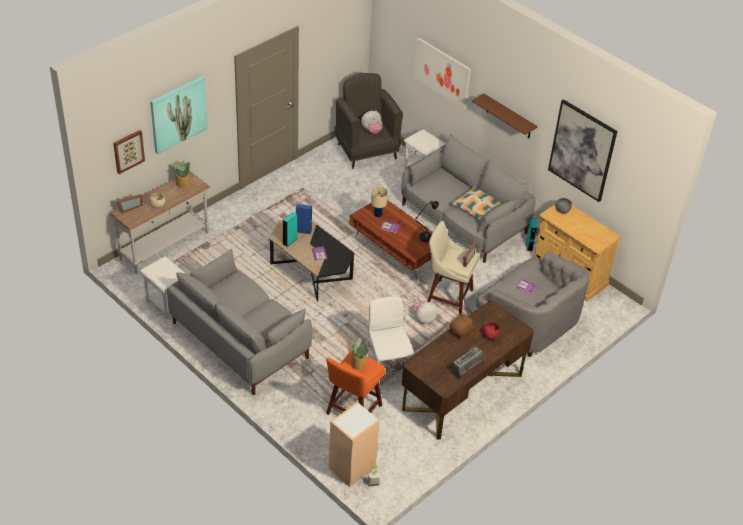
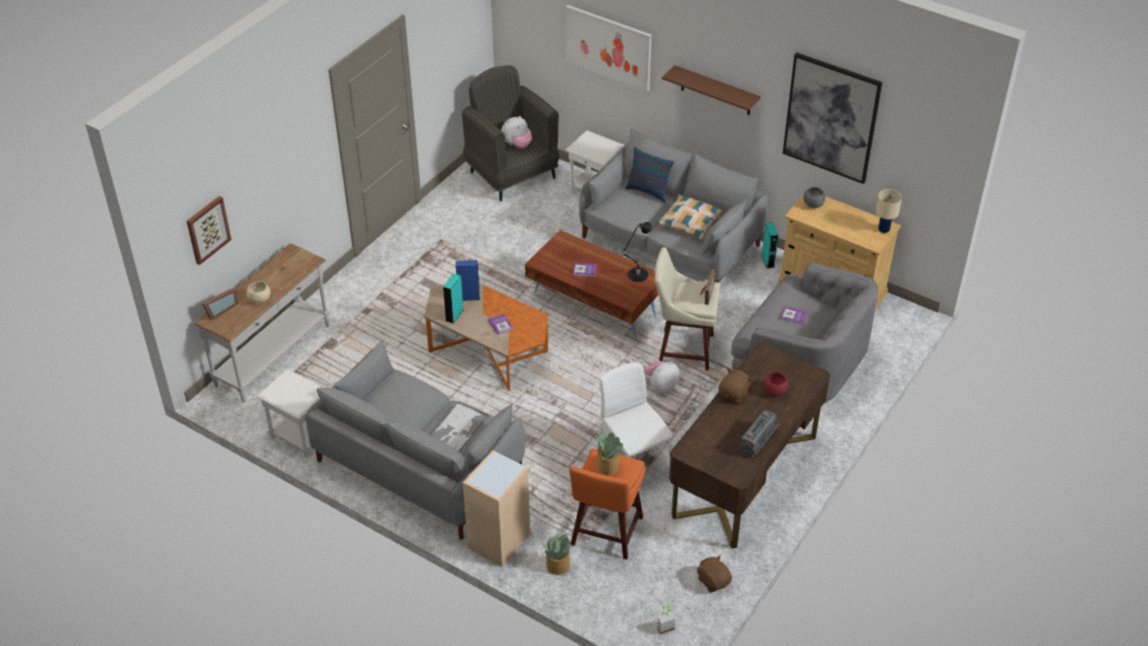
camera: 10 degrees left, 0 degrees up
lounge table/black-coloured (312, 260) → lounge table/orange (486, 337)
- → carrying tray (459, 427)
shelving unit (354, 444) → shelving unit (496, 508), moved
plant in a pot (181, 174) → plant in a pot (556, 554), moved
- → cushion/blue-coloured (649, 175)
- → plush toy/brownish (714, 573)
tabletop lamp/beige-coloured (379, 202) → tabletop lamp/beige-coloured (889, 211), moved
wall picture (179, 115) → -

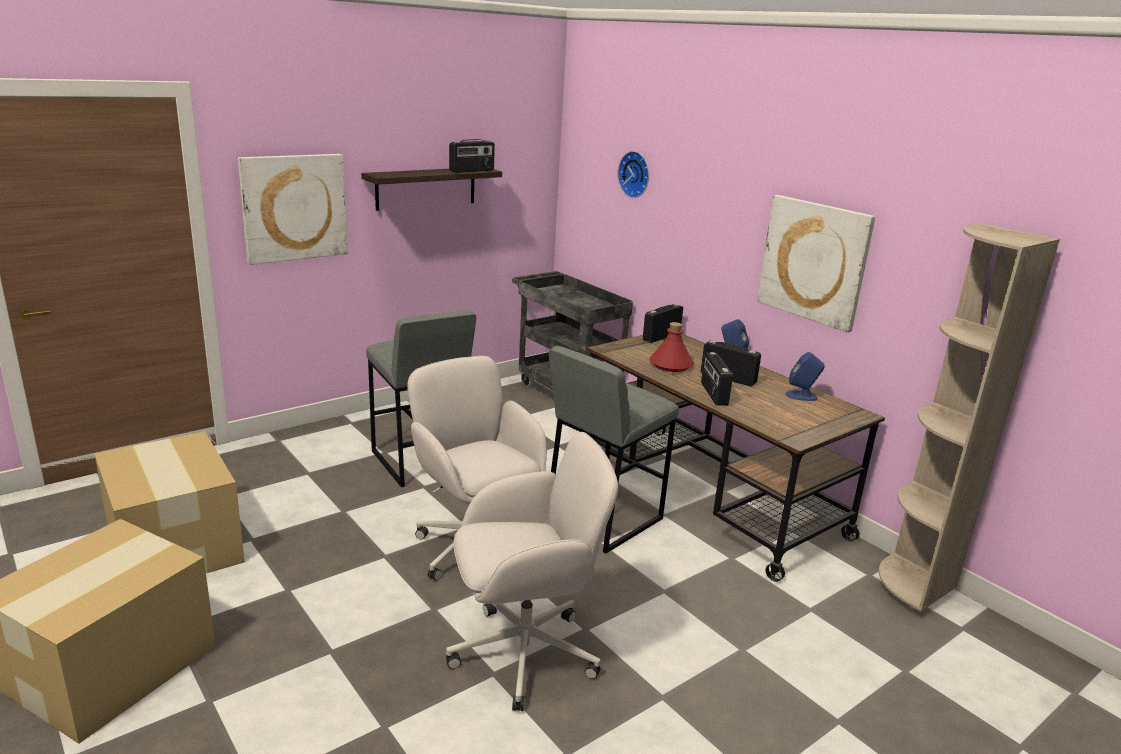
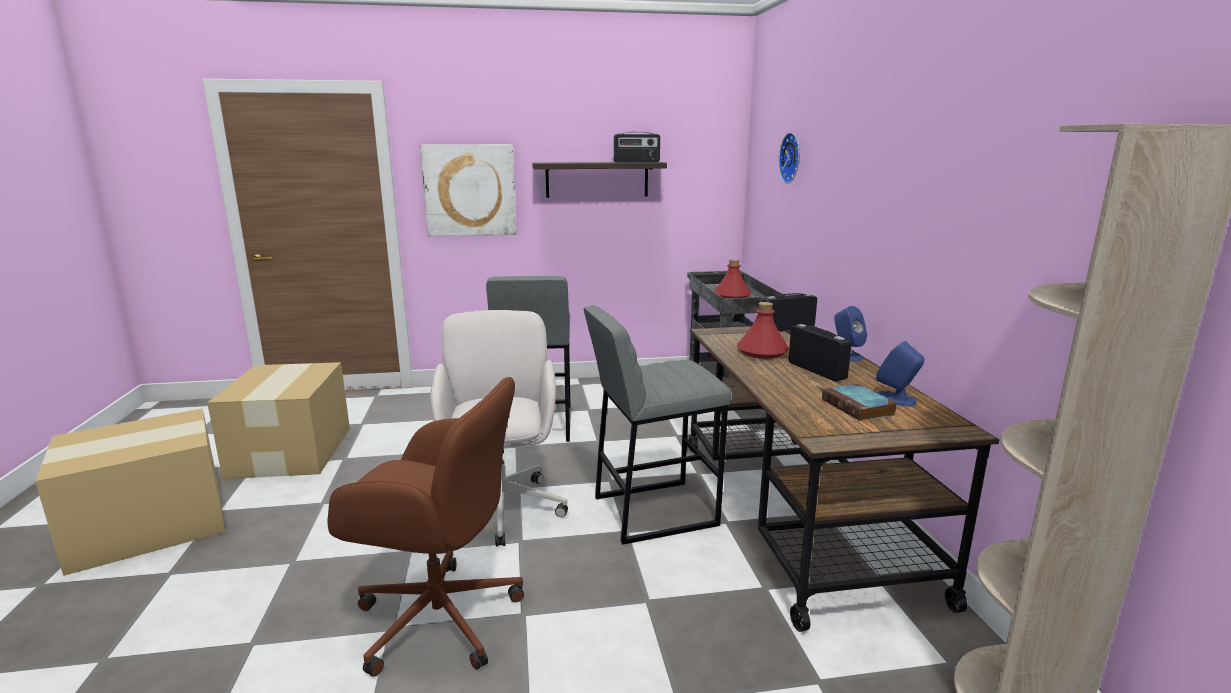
camera: 30 degrees right, 5 degrees down
computer chair/whitish (532, 571) → computer chair/brownish (426, 527)
- → bottle/red-coloured (733, 278)
- → volume (859, 402)
radio set (717, 379) → -
wall picture (816, 264) → -

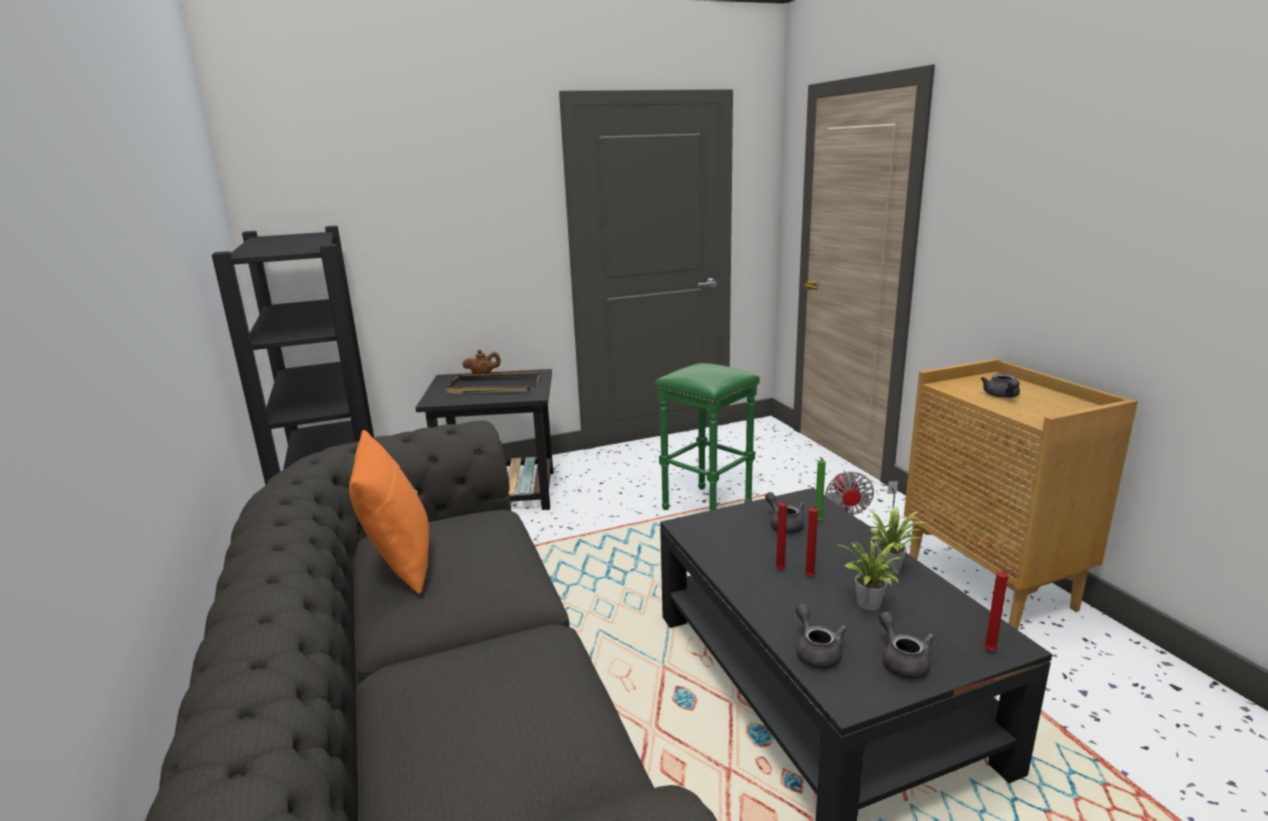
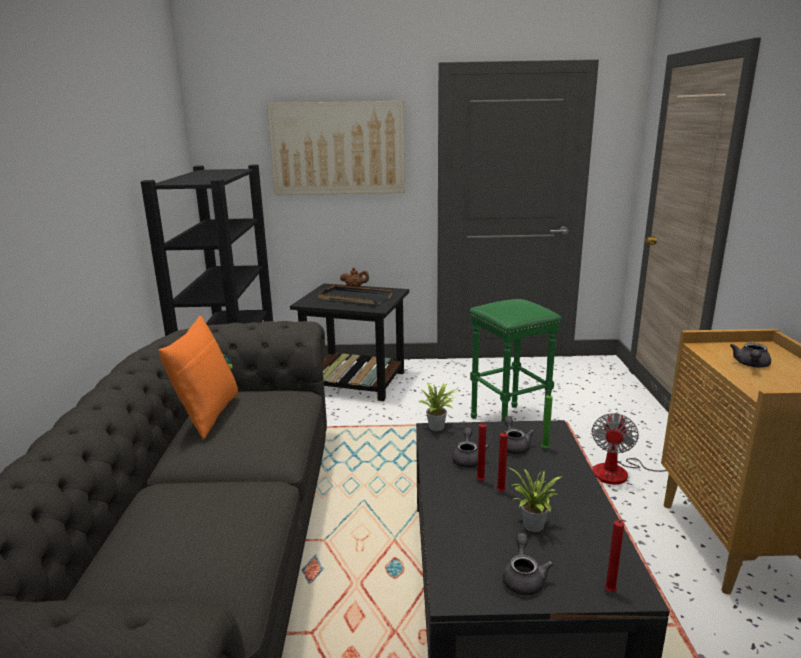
camera: 20 degrees right, 0 degrees up
- → wall picture (336, 148)
plant in a pot (898, 540) → plant in a pot (438, 406), moved
tea pot/greyish (821, 636) → tea pot/greyish (470, 447), moved

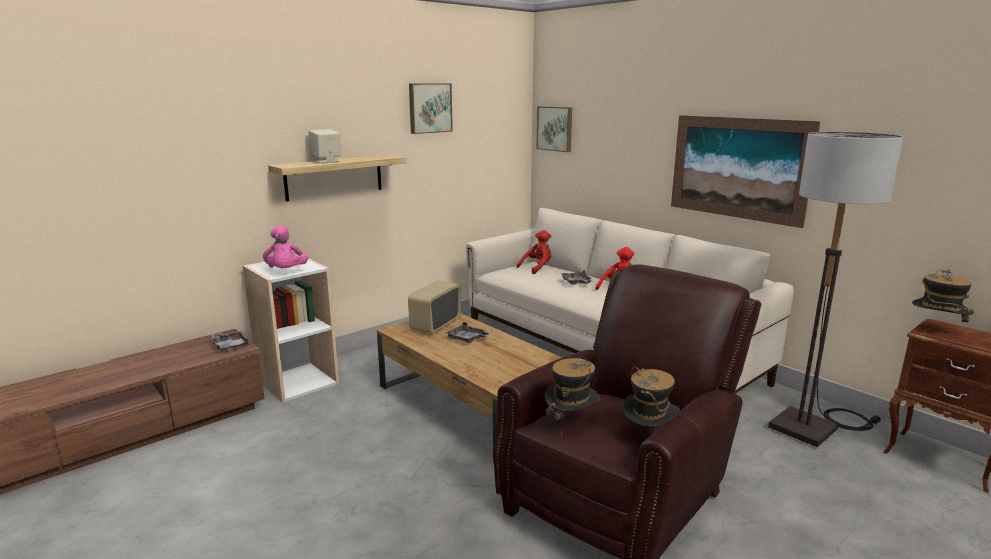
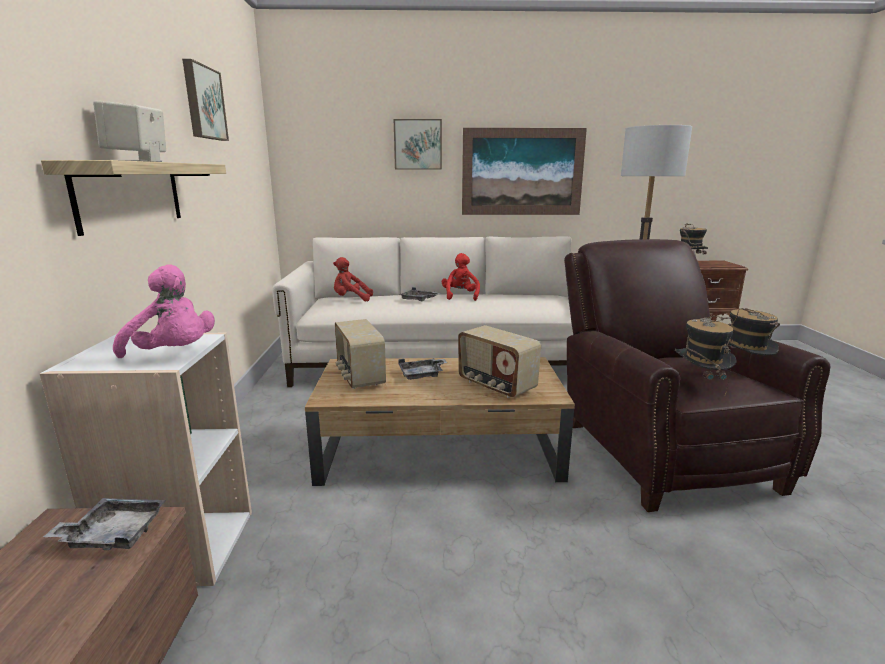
camera: 50 degrees left, 0 degrees up
plush toy/red-coloured (534, 252) → plush toy/red-coloured (353, 279), 90 degrees counterclockwise
wall picture (554, 129) → wall picture (418, 144), moved
- → radio set (499, 361)

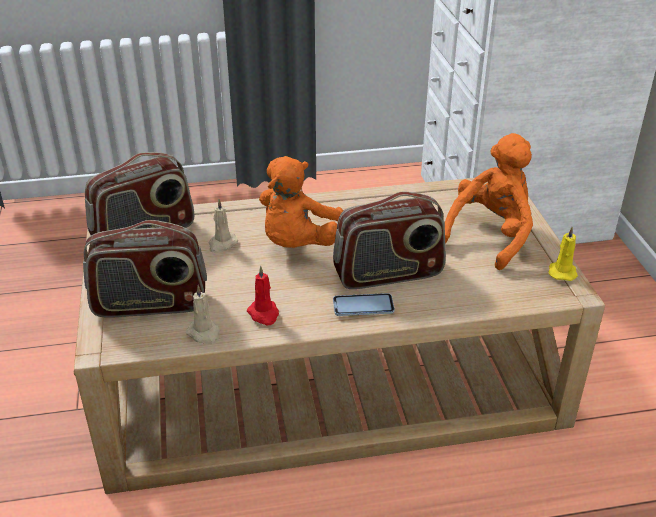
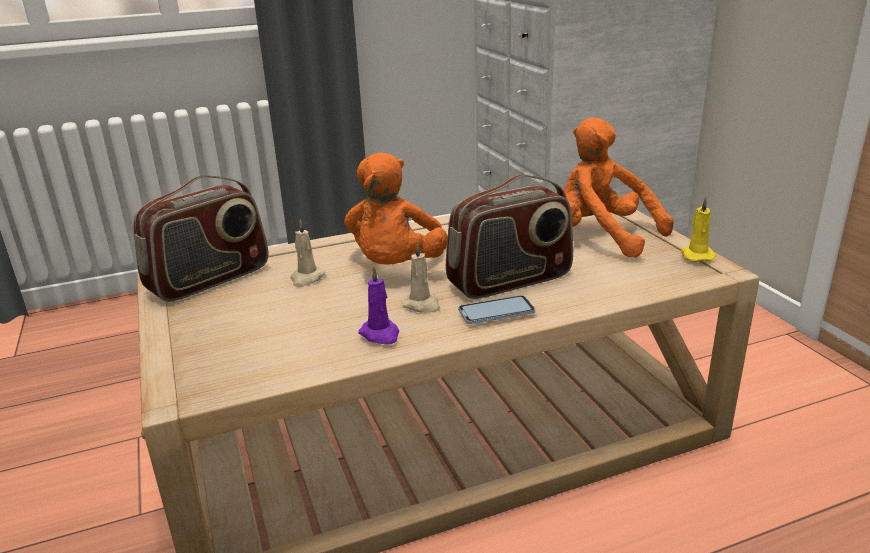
camera: 10 degrees left, 10 degrees down
wax candle/red-coloured (263, 296) → wax candle/purple (378, 306)
wax candle/beige-coloured (203, 314) → wax candle/beige-coloured (420, 277), moved
plush toy/orange (489, 201) → plush toy/orange (619, 187), 75 degrees counterclockwise
radio set (145, 269) → -

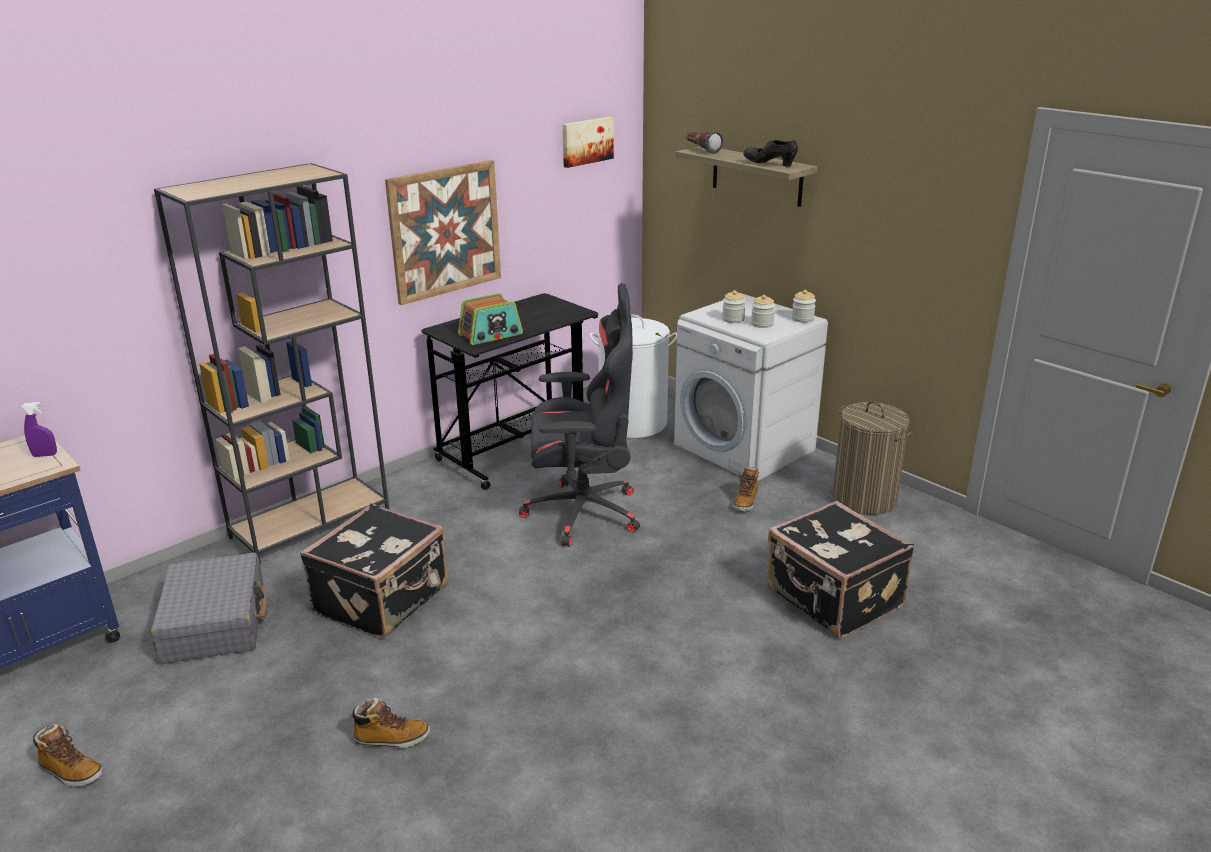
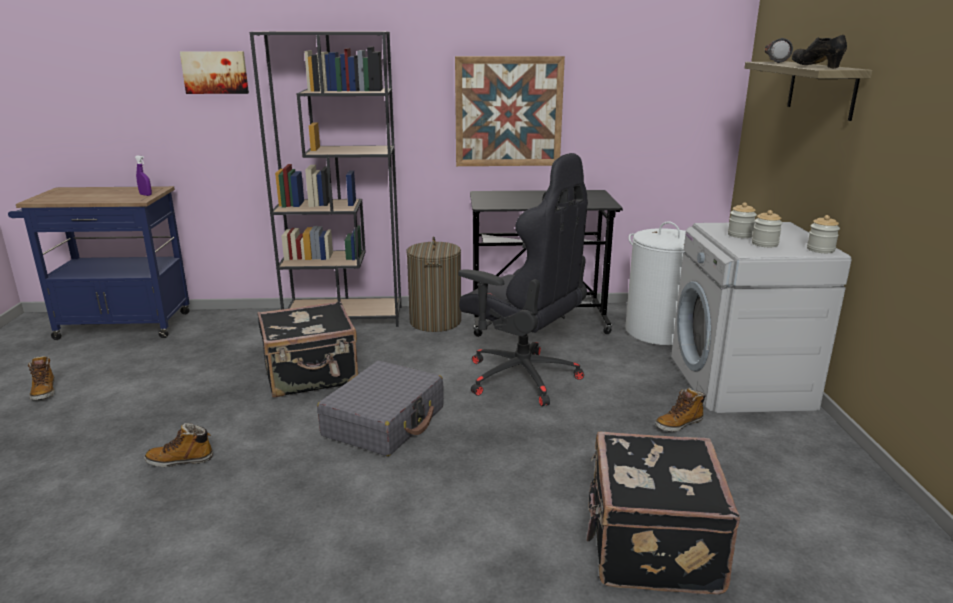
camera: 40 degrees right, 5 degrees down
boot (390, 723) → boot (178, 445), 135 degrees clockwise
wall picture (588, 142) → wall picture (214, 72), moved
suitcase/greyish (209, 608) → suitcase/greyish (380, 408), moved
hamper (873, 458) → hamper (433, 284), moved
radio set (490, 319) → -

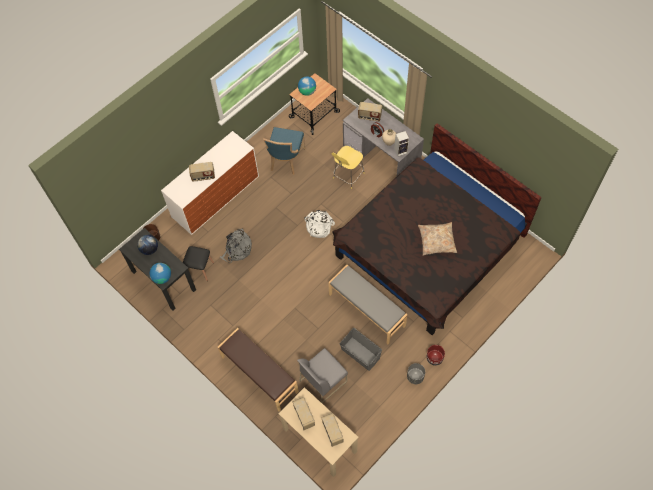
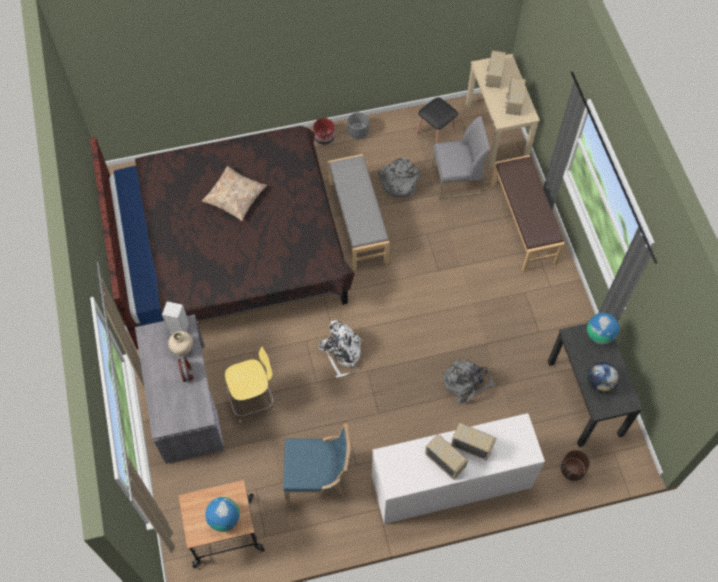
camera: 150 degrees left, 0 degrees up
chair/blue-coloured (284, 151) → chair/blue-coloured (316, 463), 45 degrees clockwise
storage container/greyish (361, 349) → rucksack/greyish (399, 178)
stool seat/black-coloured (198, 263) → stool seat/black-coloured (437, 120), moved
radio set (370, 111) → radio set (446, 456), moved

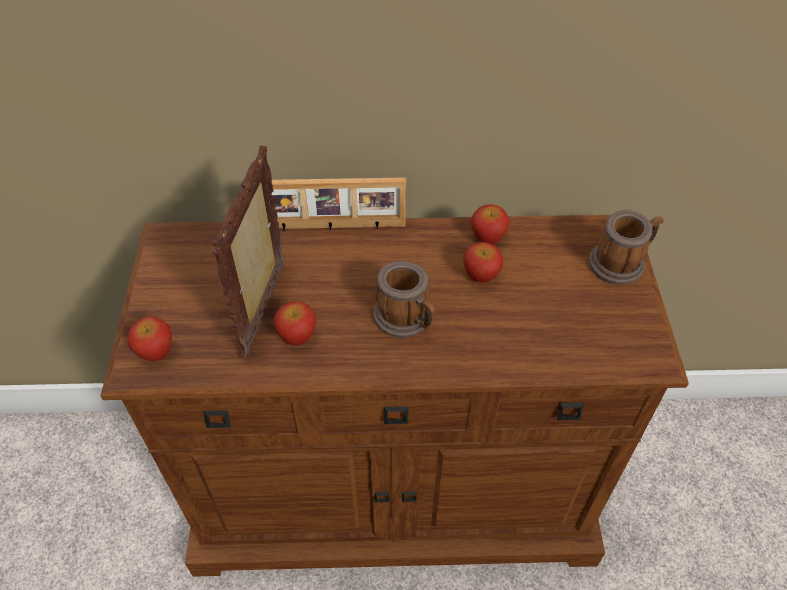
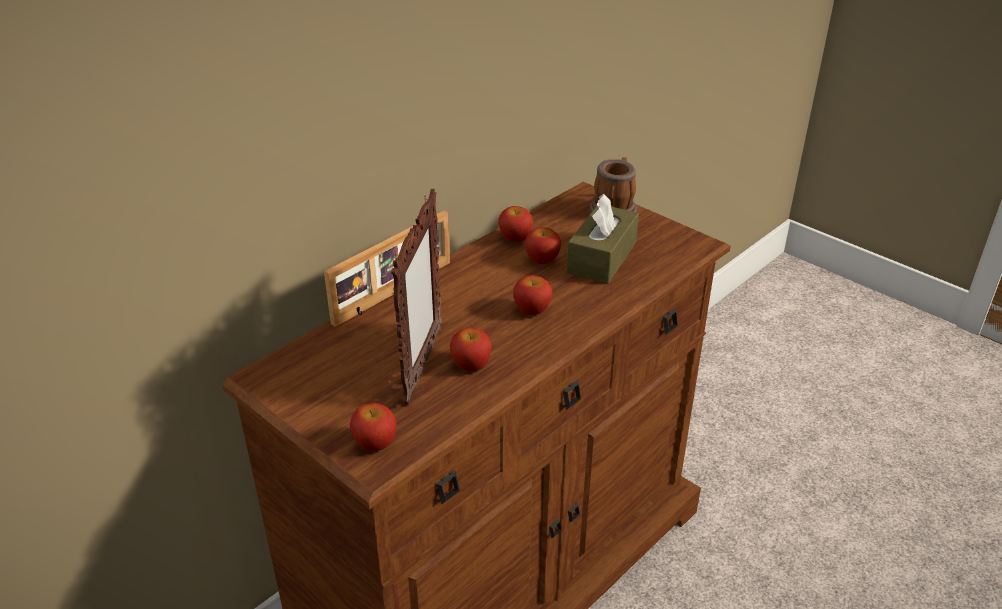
camera: 45 degrees left, 15 degrees down
photo frame (247, 252) → photo frame (416, 297), 135 degrees counterclockwise
coffee mug (404, 299) → whole apple (532, 295)
- → box of tissues/brownish (602, 239)

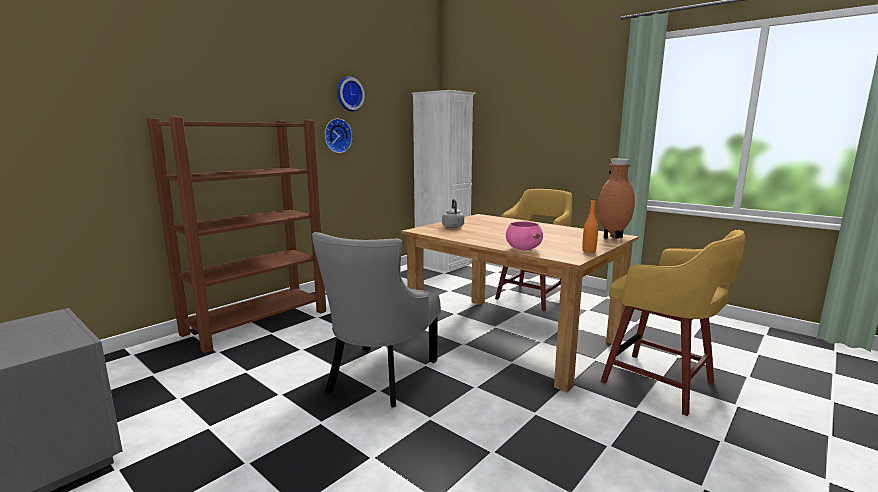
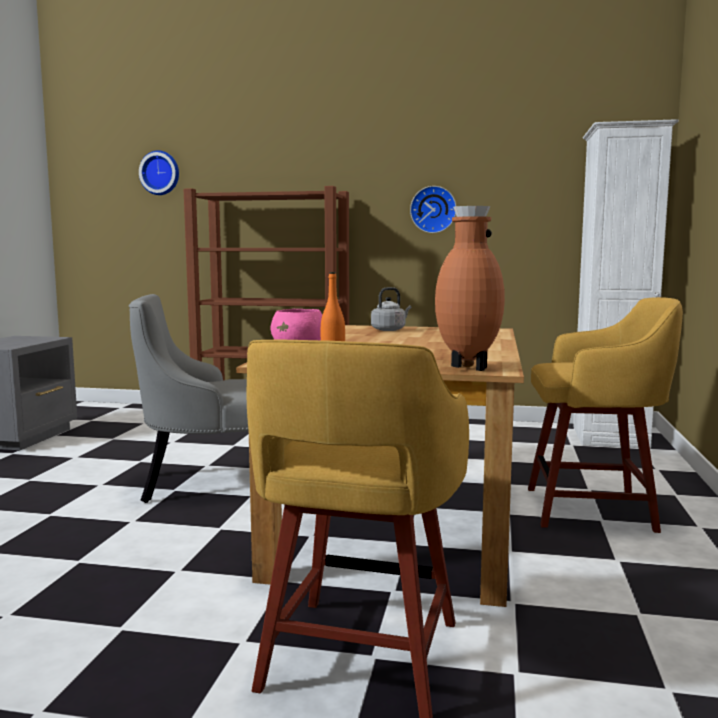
camera: 60 degrees right, 5 degrees down
hanging clock (351, 94) → hanging clock (159, 172), moved

